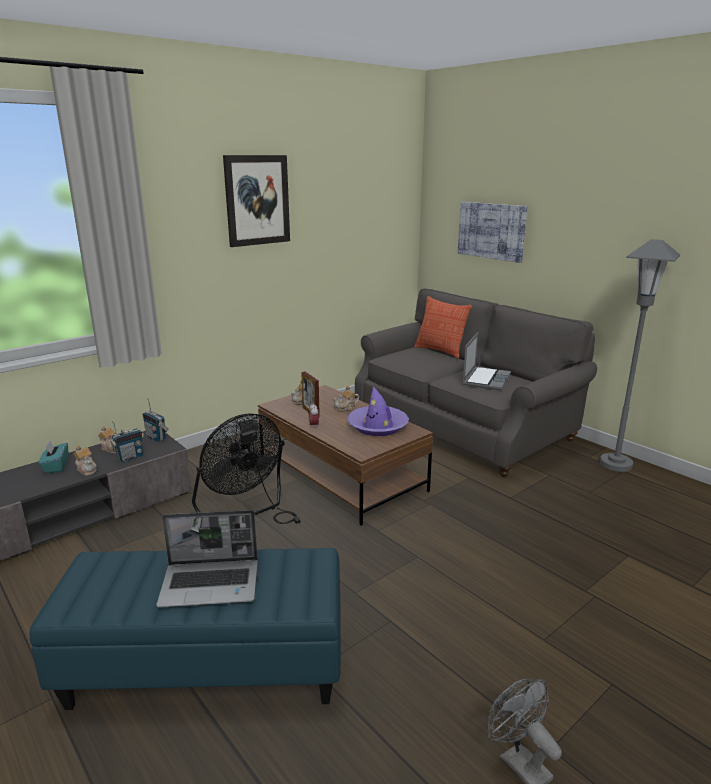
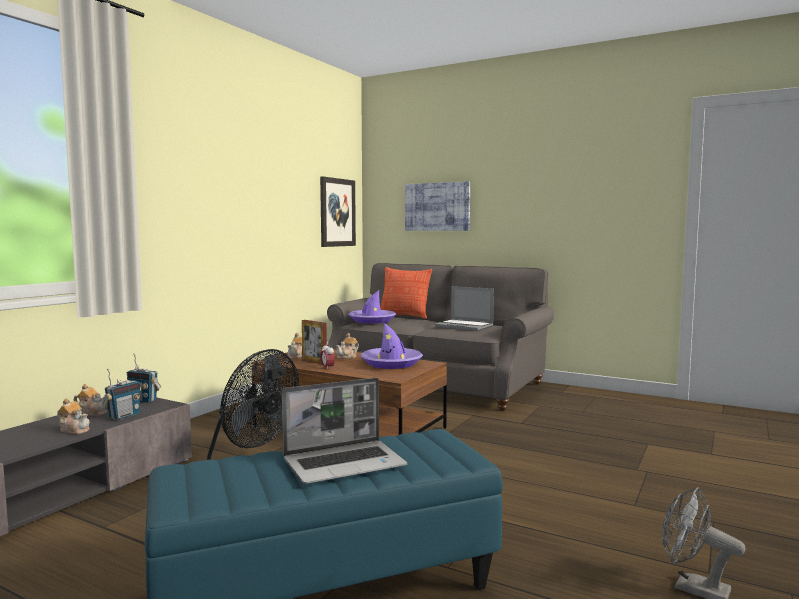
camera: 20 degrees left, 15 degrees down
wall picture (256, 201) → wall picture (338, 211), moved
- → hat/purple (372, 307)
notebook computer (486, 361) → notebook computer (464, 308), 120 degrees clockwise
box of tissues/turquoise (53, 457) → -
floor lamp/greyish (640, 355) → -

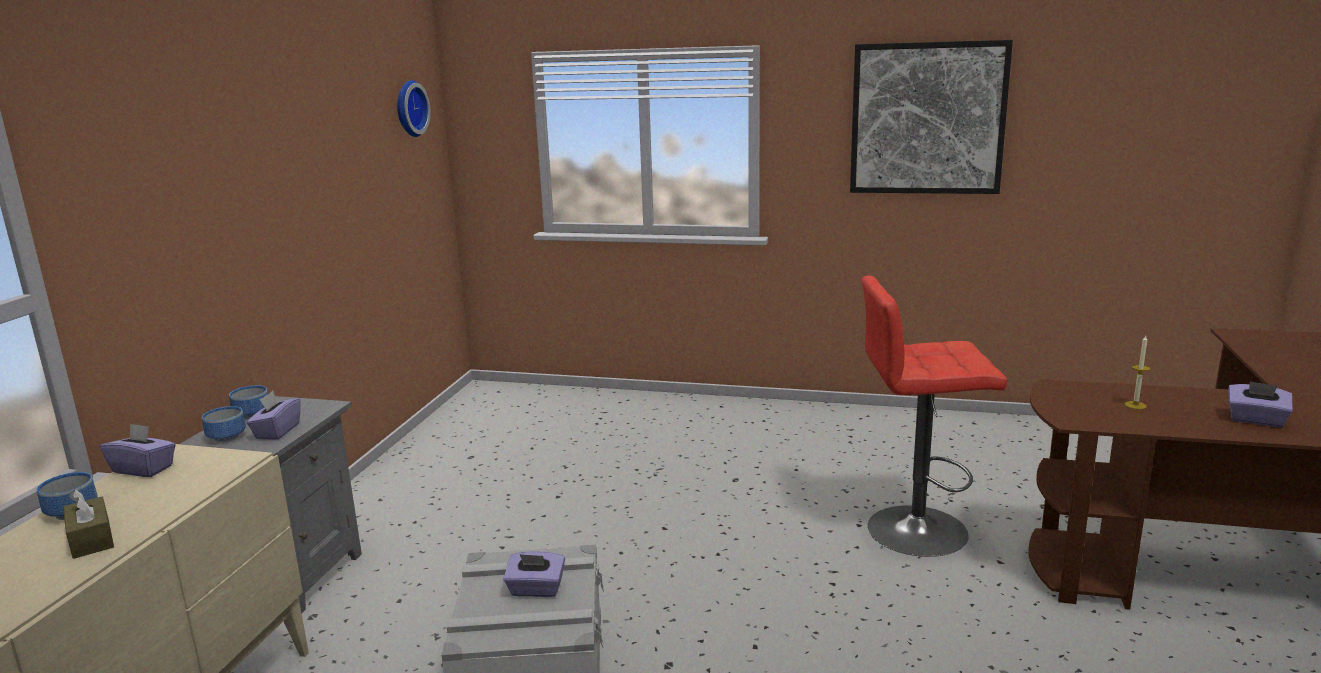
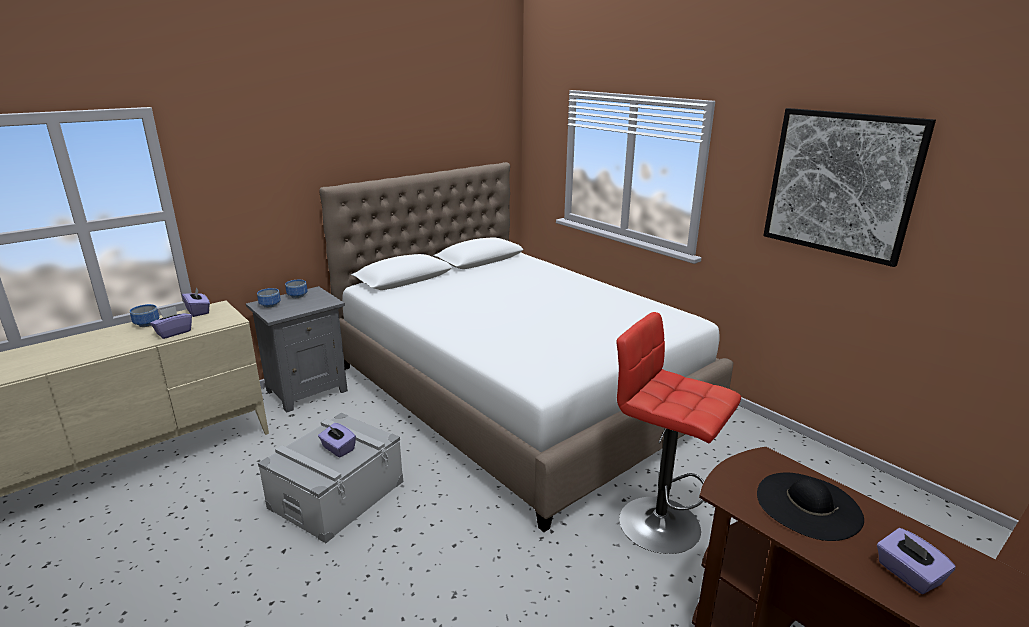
camera: 35 degrees right, 5 degrees up
box of tissues/purple (274, 415) → box of tissues/purple (171, 322), moved
- → sleeping bed/whitish (526, 347)
wax candle (1138, 372) → hat/black-coloured (810, 507)
box of tissues/brownish (88, 524) → -
hanging clock (414, 108) → -

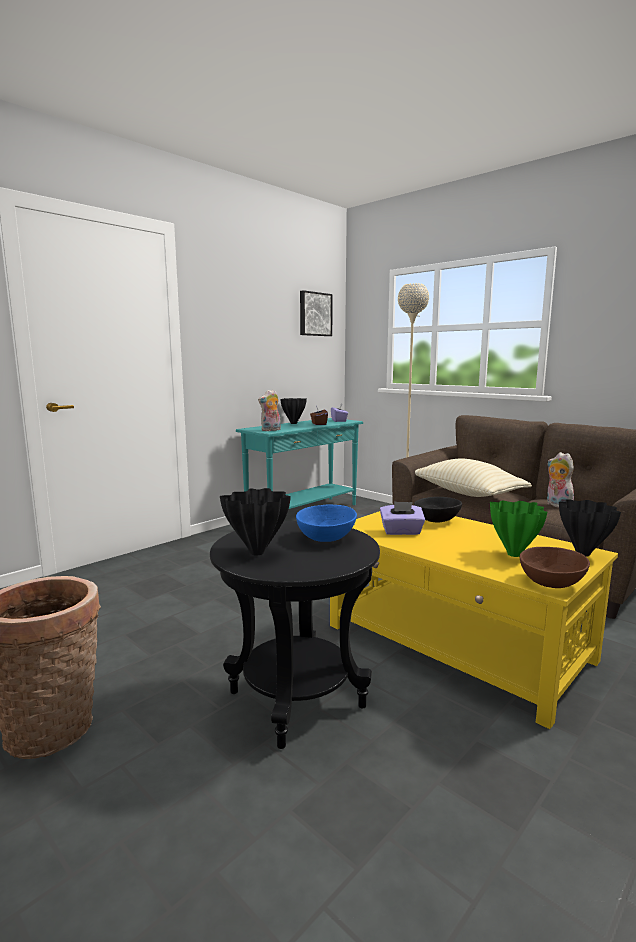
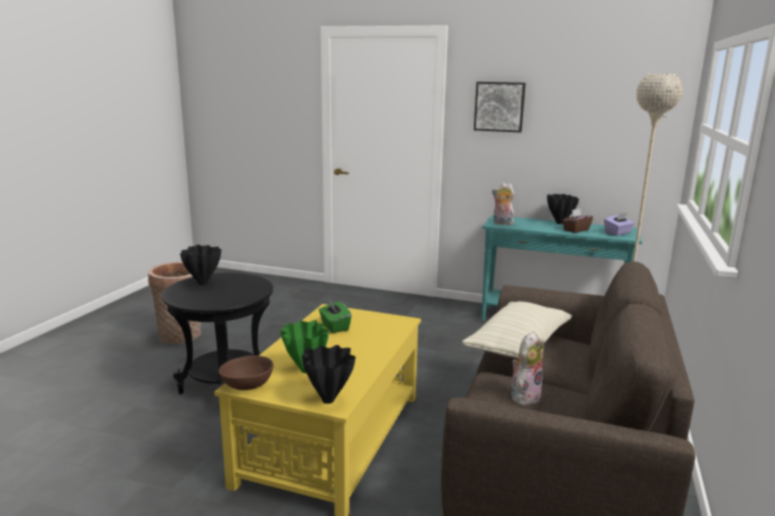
camera: 65 degrees right, 5 degrees up
box of tissues/purple (402, 518) → box of tissues/greenish (335, 317)
wall picture (316, 313) → wall picture (500, 107), moved
deep dish/blue-coloured (326, 523) → -
deep dish/black-coloured (438, 509) → -

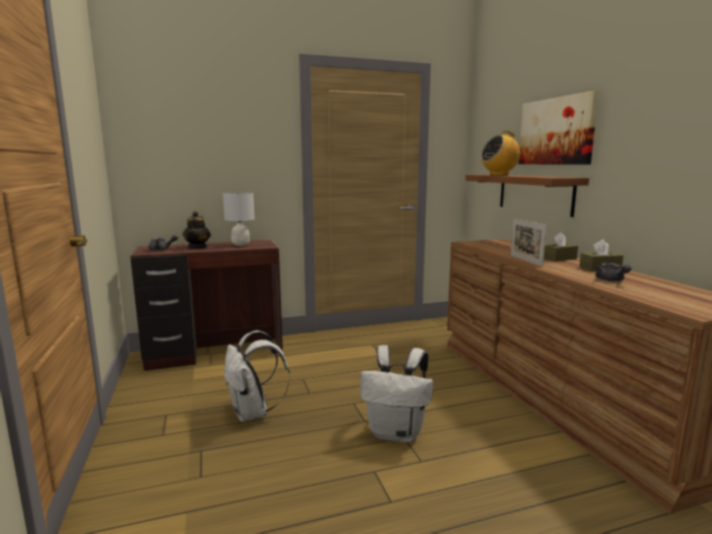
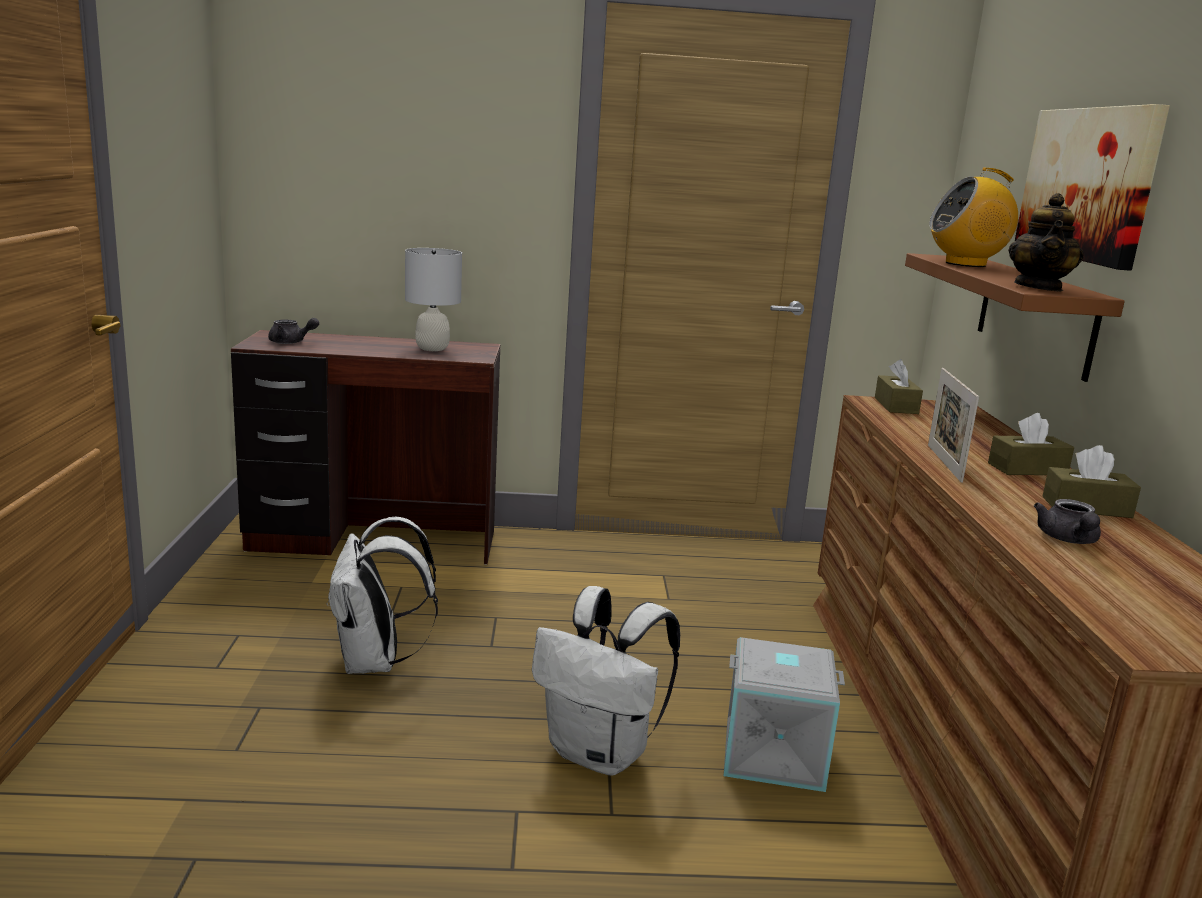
camera: 15 degrees right, 5 degrees up
- → storage container/greyish (784, 714)
- → box of tissues/brownish (899, 386)
tea pot (197, 230) → tea pot (1046, 242), moved

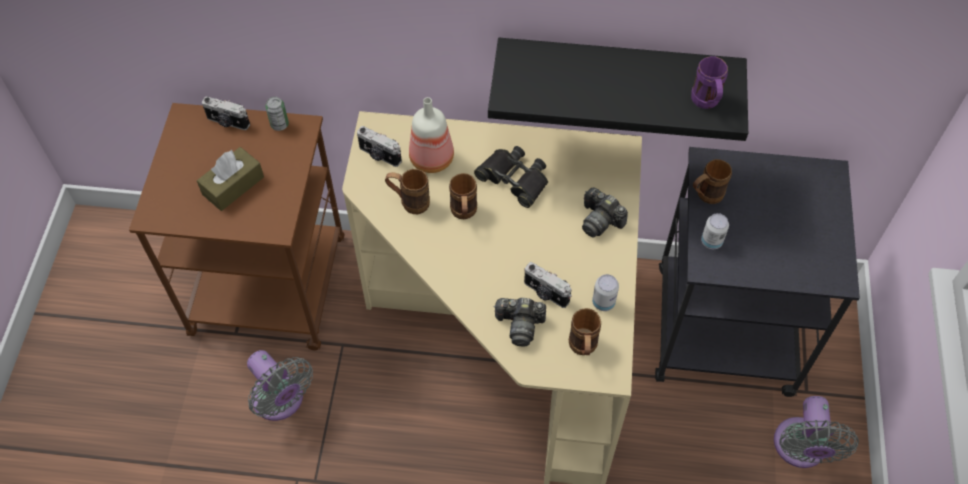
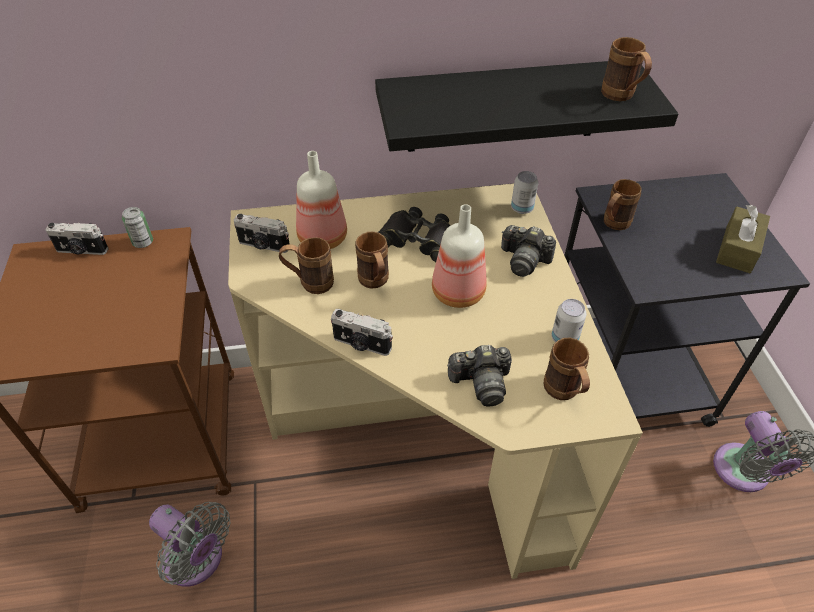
camera: 15 degrees left, 10 degrees down
still camera (548, 285) → still camera (362, 332), moved
- → bottle (459, 256)
can (715, 231) → can (524, 192), moved
coffee mug/purple (709, 82) → coffee mug/brownish (626, 69)
box of tissues/brownish (230, 179) → box of tissues/brownish (743, 239), moved

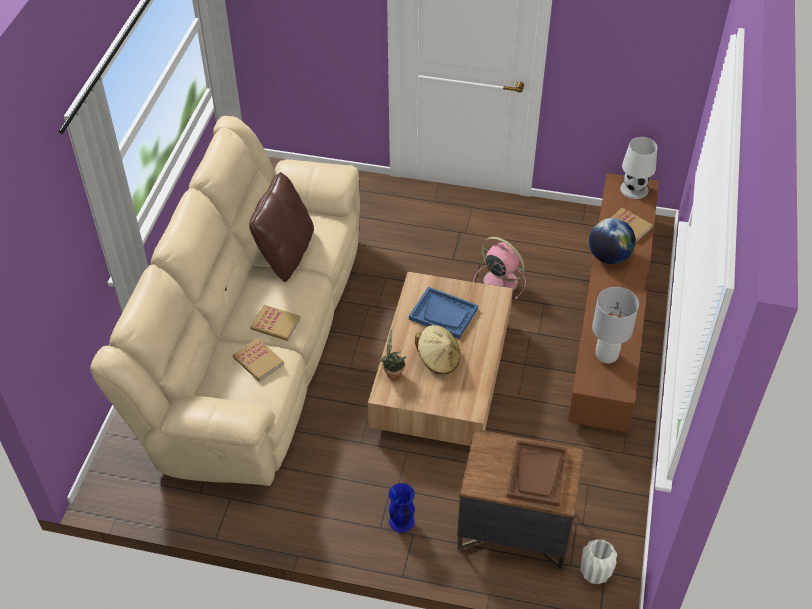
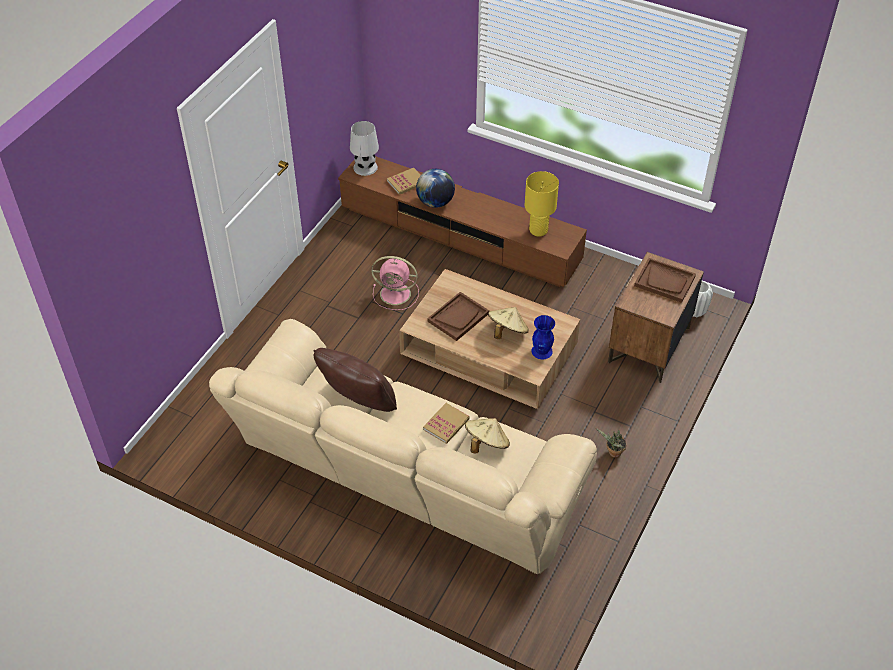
camera: 75 degrees left, 0 degrees up
electric fan/pinkish (500, 268) → electric fan/pinkish (395, 283), 135 degrees counterclockwise
carrying tray/blue-coloured (443, 313) → carrying tray/brownish (458, 316)
volume (258, 360) → hat/beige-coloured (487, 435)
tabletop lamp/greyish (615, 325) → tabletop lamp/yellow-coloured (542, 203)
vase/blue-coloured (401, 508) → vase/blue-coloured (543, 337), moved
plant in a pot (392, 354) → plant in a pot (611, 443), moved

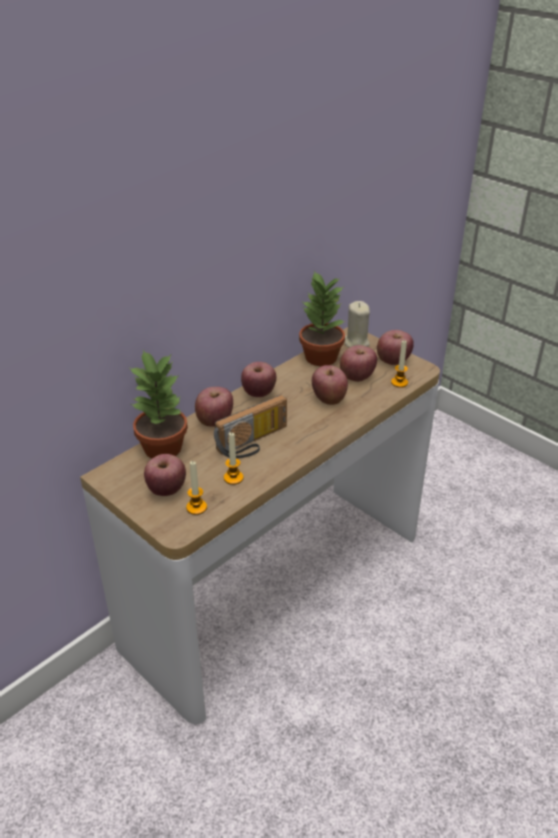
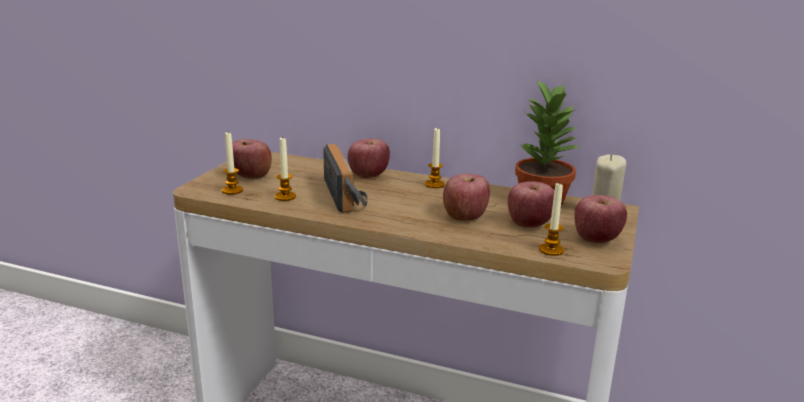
camera: 65 degrees right, 15 degrees down
radio set (250, 427) → radio set (345, 178), 135 degrees counterclockwise
whole apple (259, 379) → wax candle (435, 157)
plant in a pot (158, 404) → -

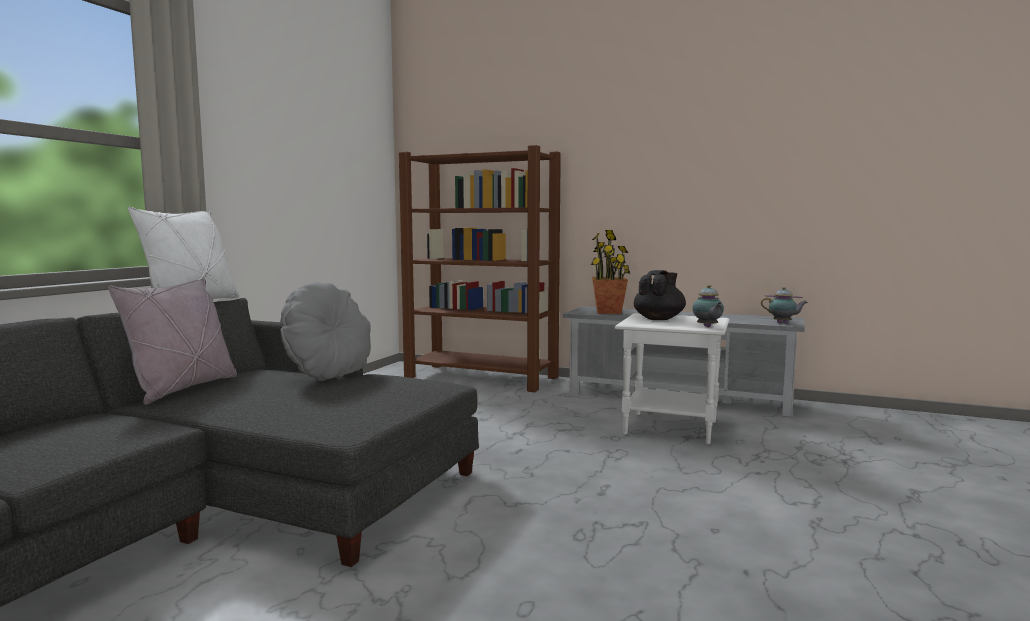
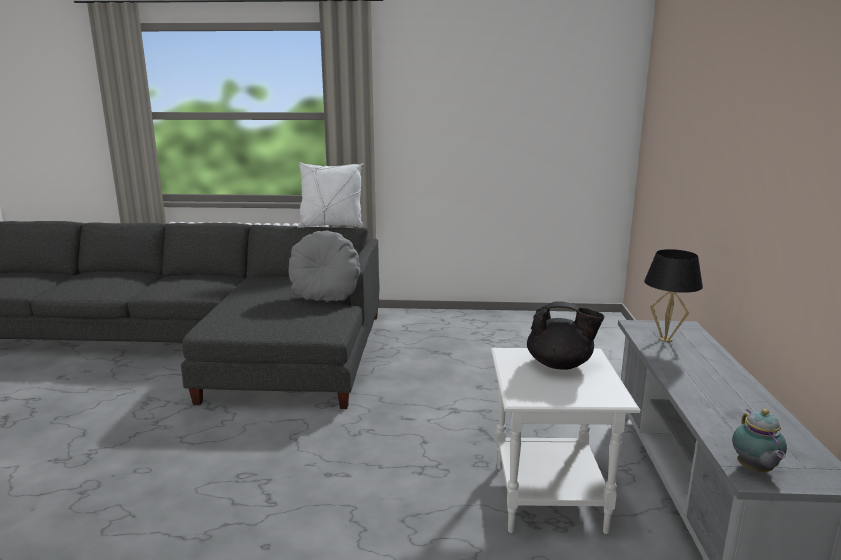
camera: 70 degrees right, 10 degrees up
plant in a pot (610, 272) → tabletop lamp/black-coloured (673, 295)
cushion/purple (172, 341) → -
shelving unit/brownish (480, 268) → -
tea pot (708, 306) → -

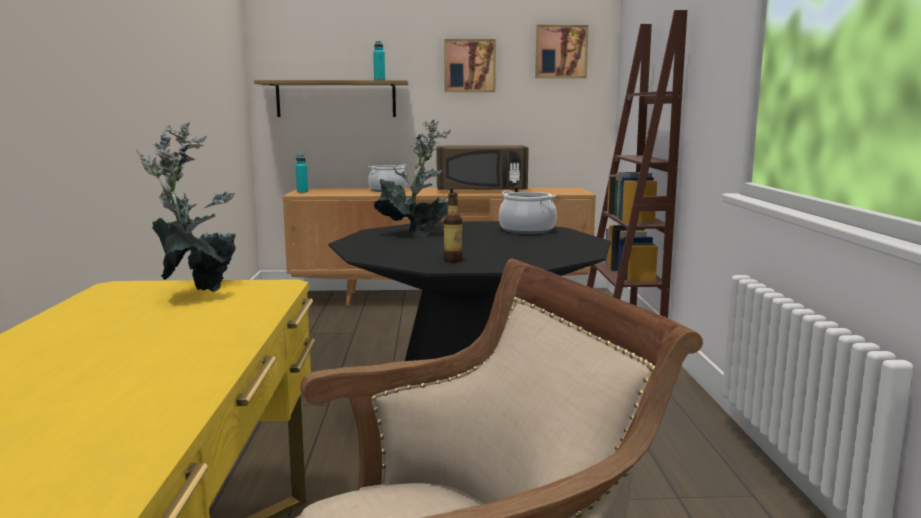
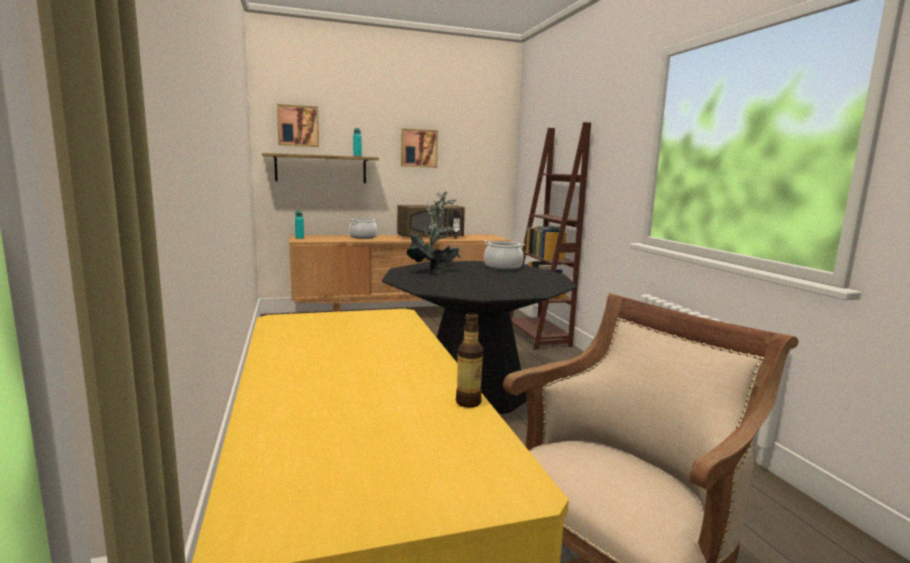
camera: 15 degrees left, 0 degrees up
wall picture (562, 51) → wall picture (298, 125), moved
bottle (453, 227) → bottle (469, 360), moved
plant in a pot (186, 207) → -

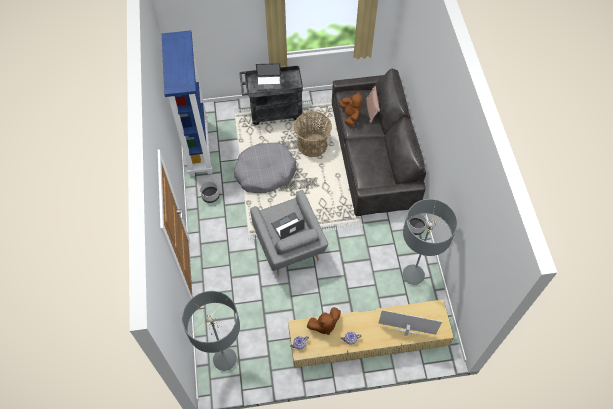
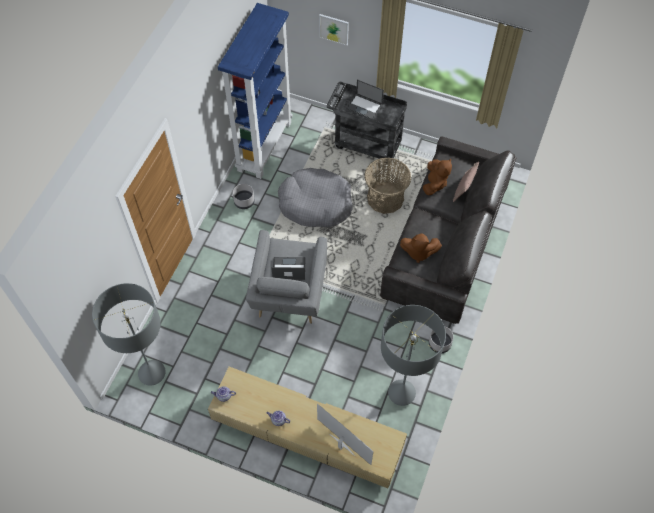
camera: 30 degrees right, 0 degrees up
- → wall picture (334, 30)
plush toy/brownish (324, 321) → plush toy/brownish (421, 248), moved

